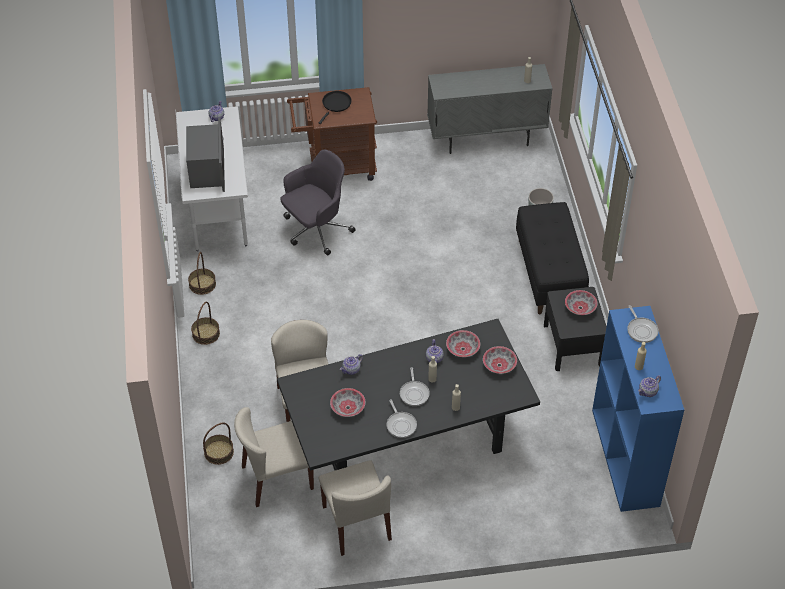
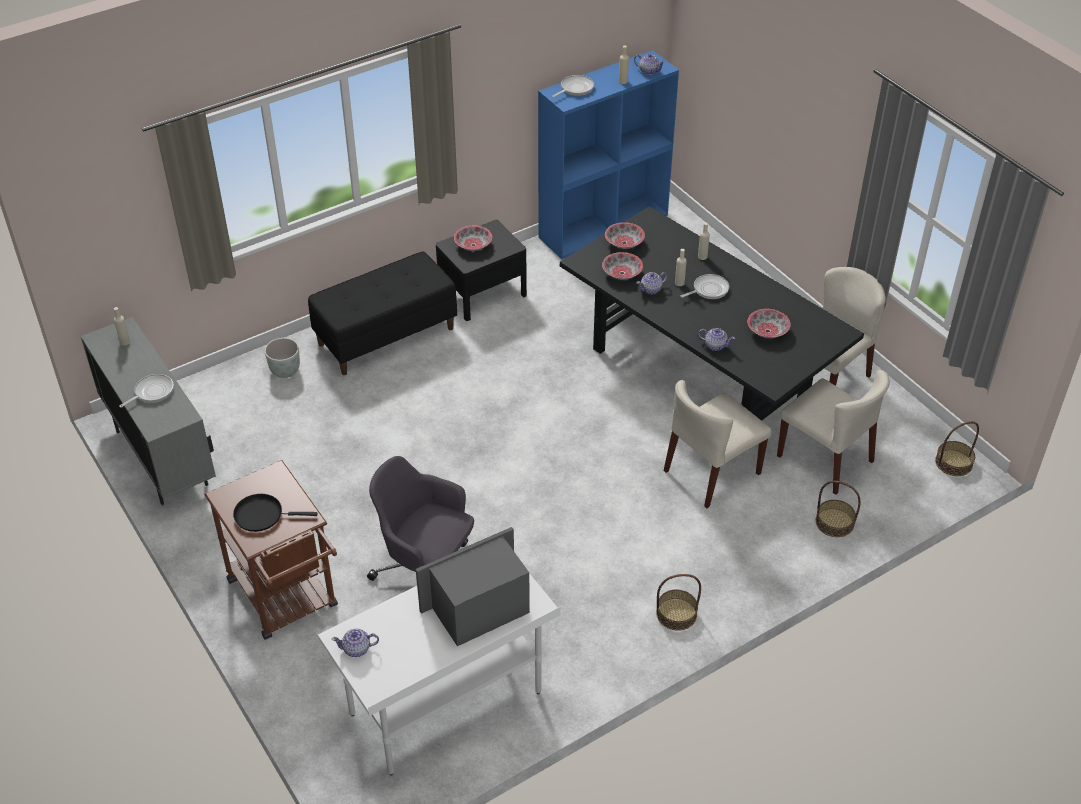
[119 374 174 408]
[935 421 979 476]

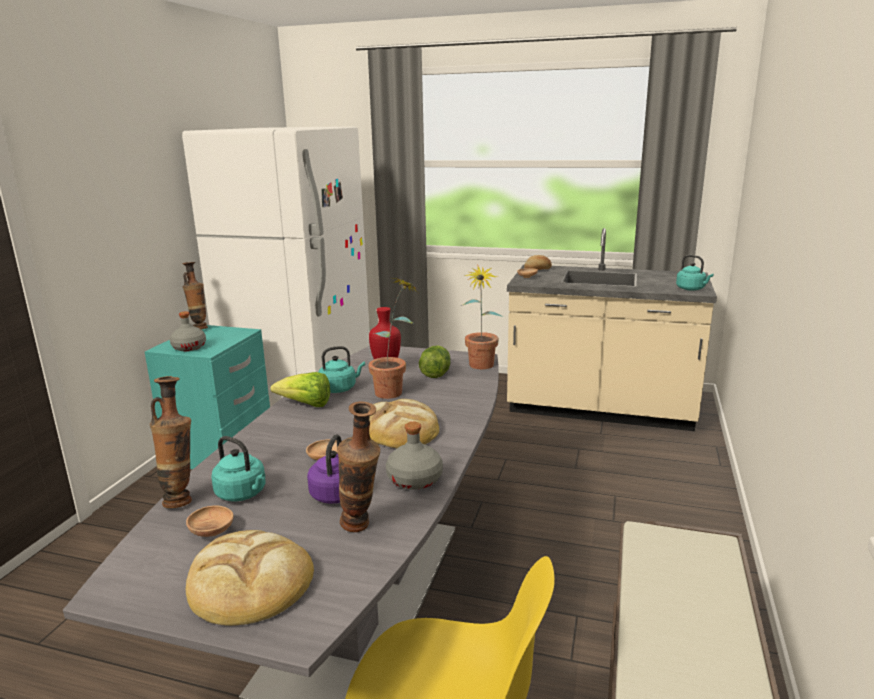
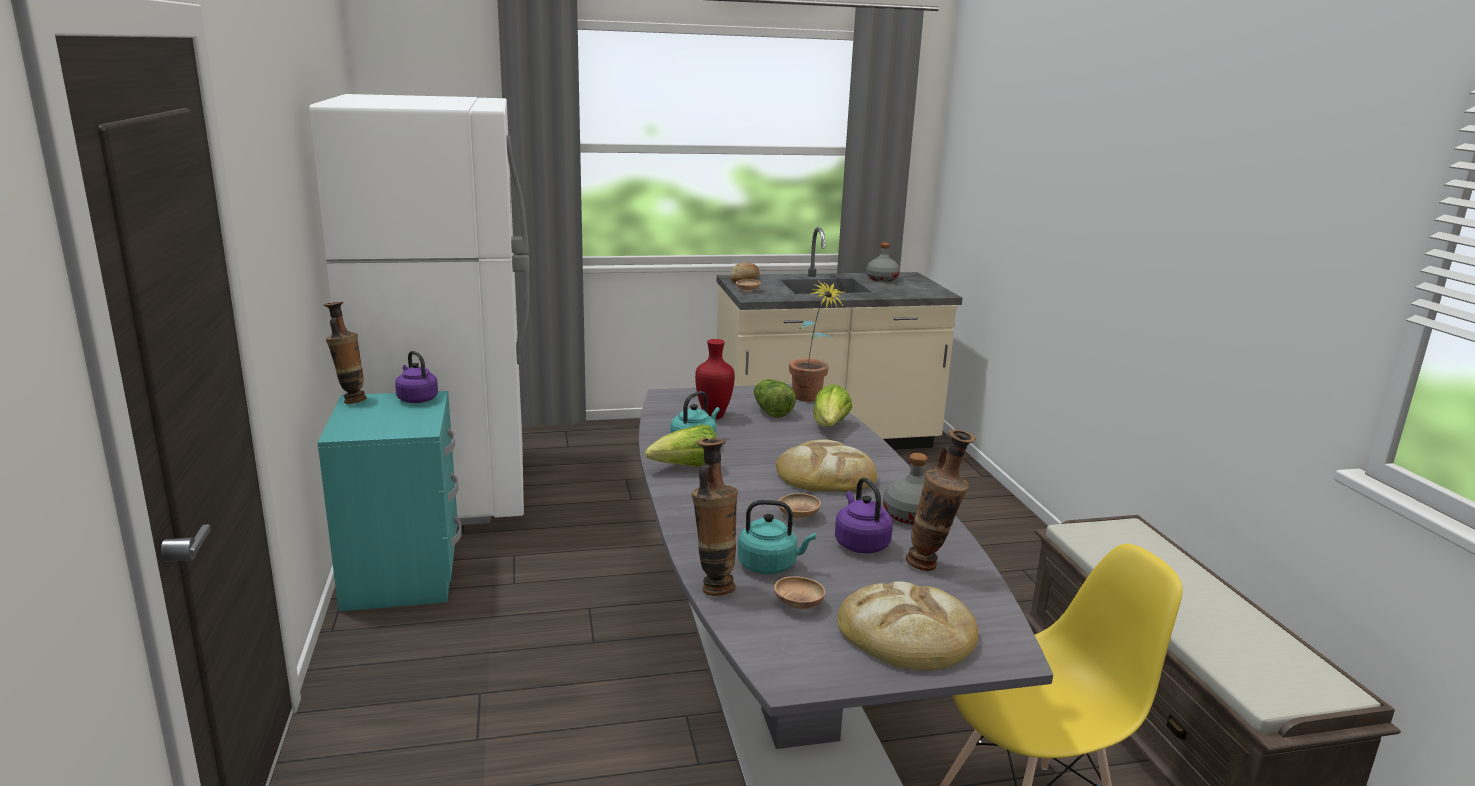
[395 351 438 403]
[813 384 852 427]
[866 242 900 282]
[368 277 418 399] (first image)
[676 255 714 291] (first image)

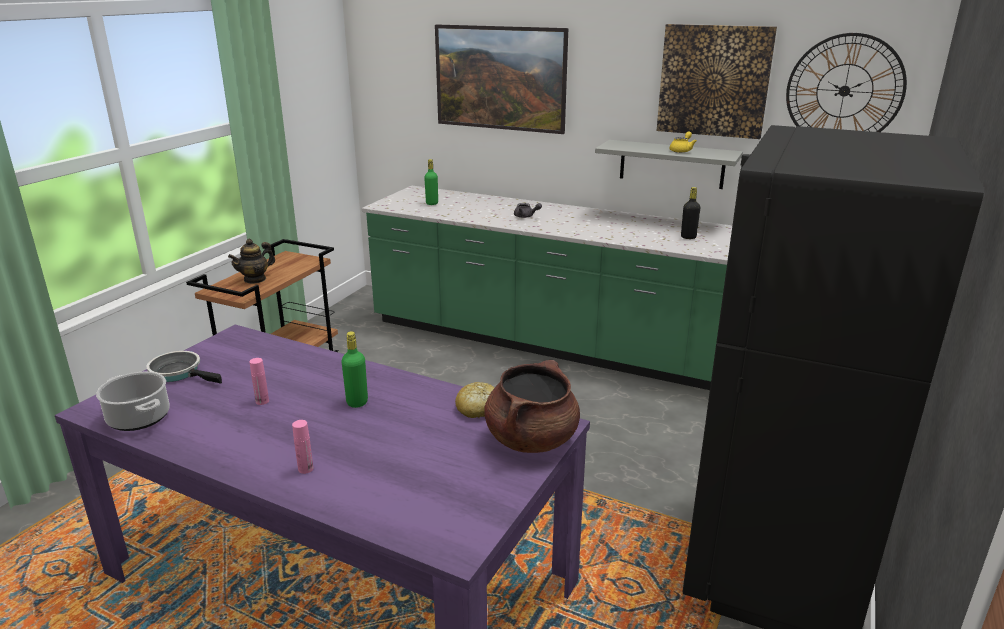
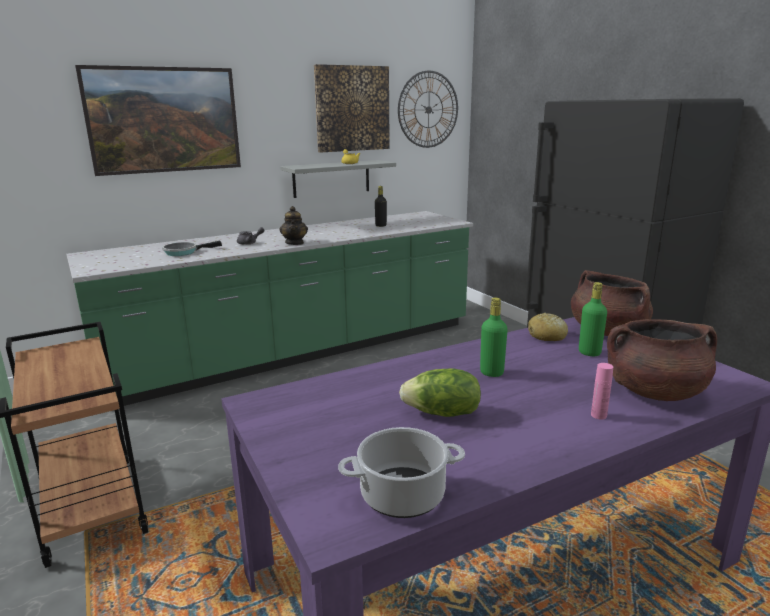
[162 240 222 256]
[280 206 308 245]
[399 369 481 417]
[579 282 607 356]
[607 319 717 401]

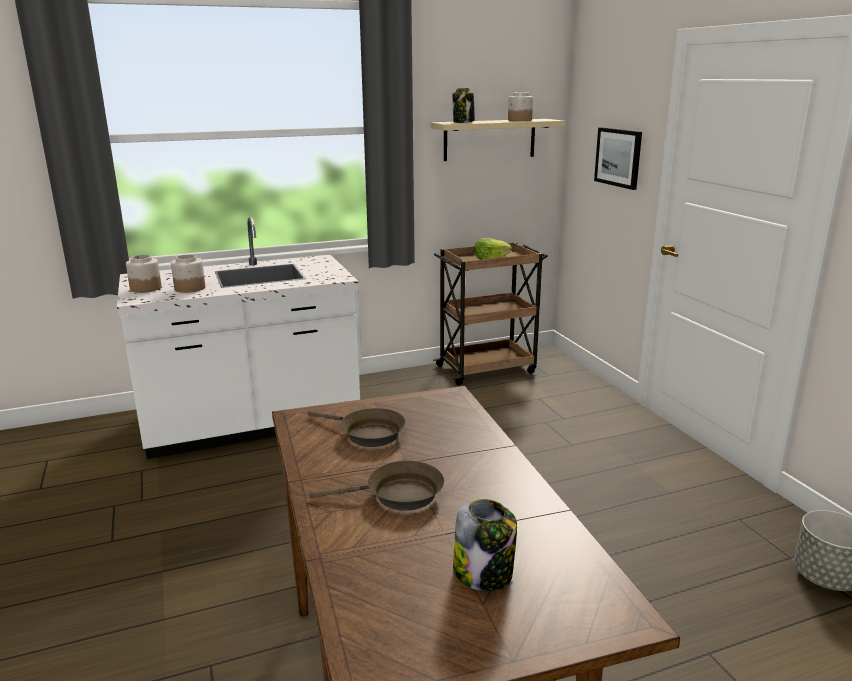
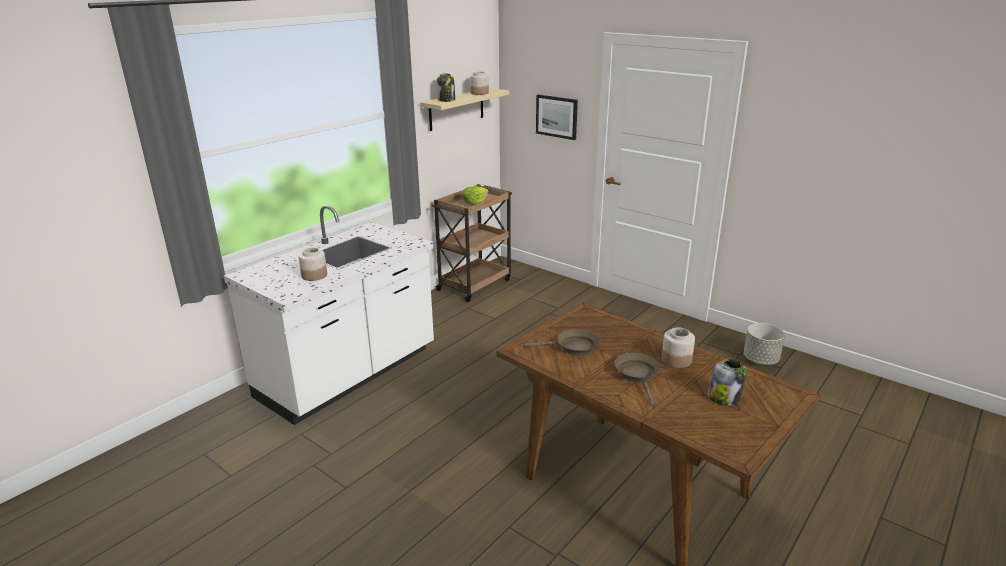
[614 353 660 406]
[662 327 695 368]

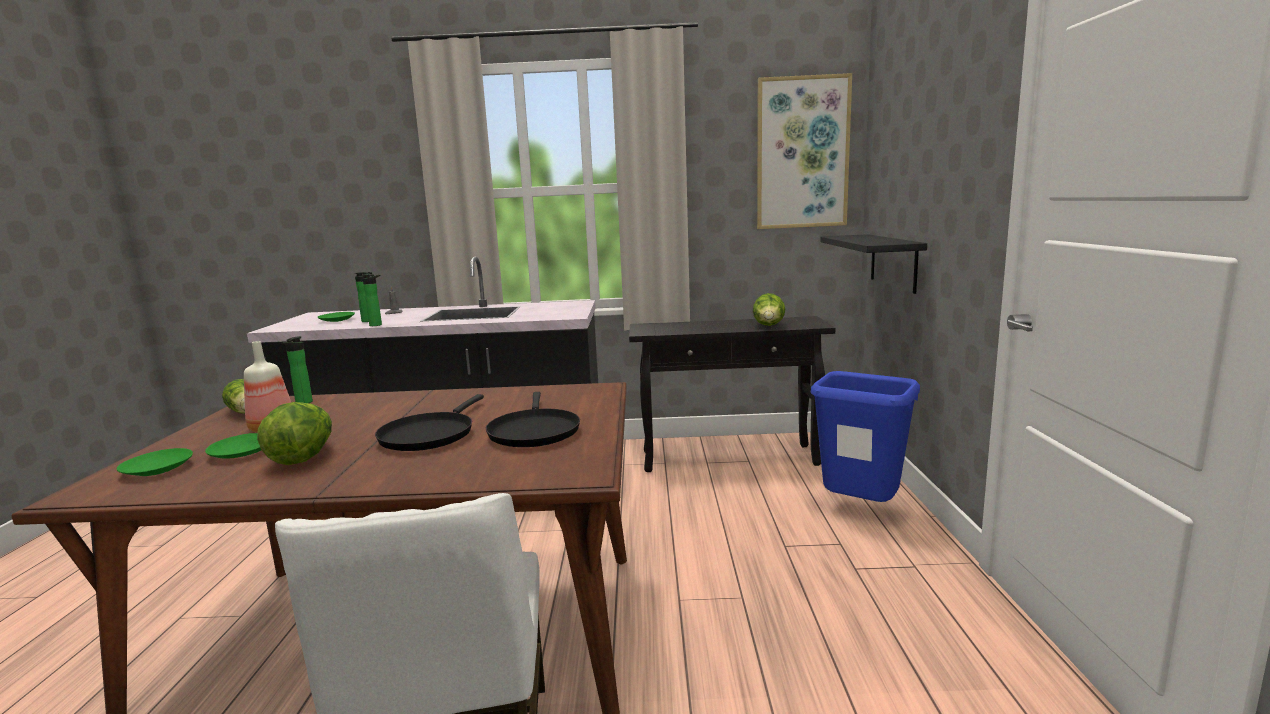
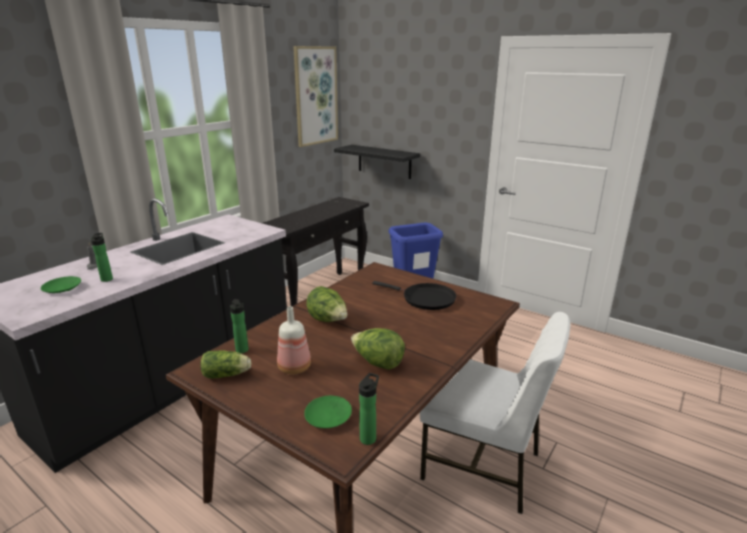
[306 286 347 322]
[359 373 379 445]
[205 433 261 459] (first image)
[375 394 484 451] (first image)

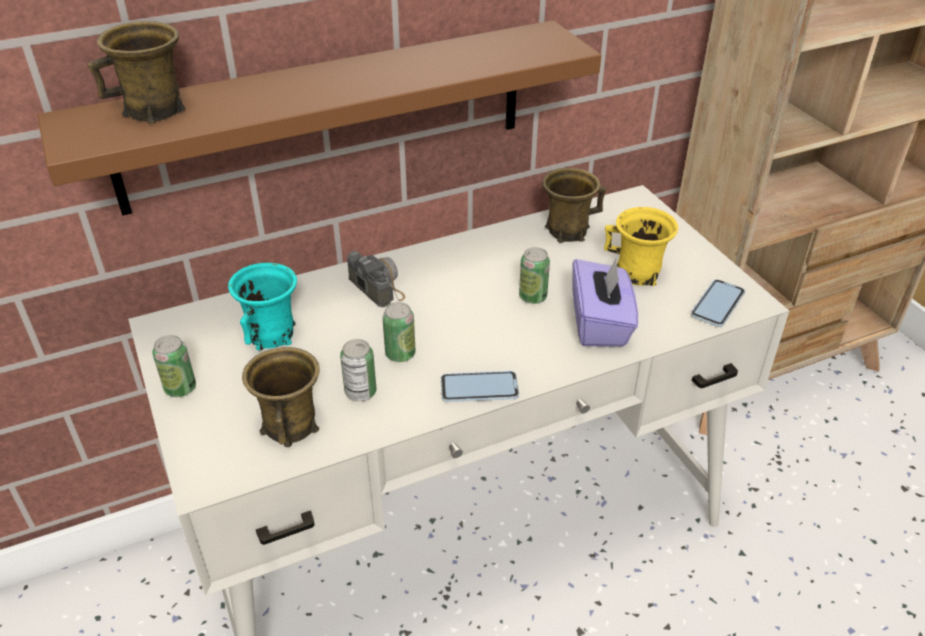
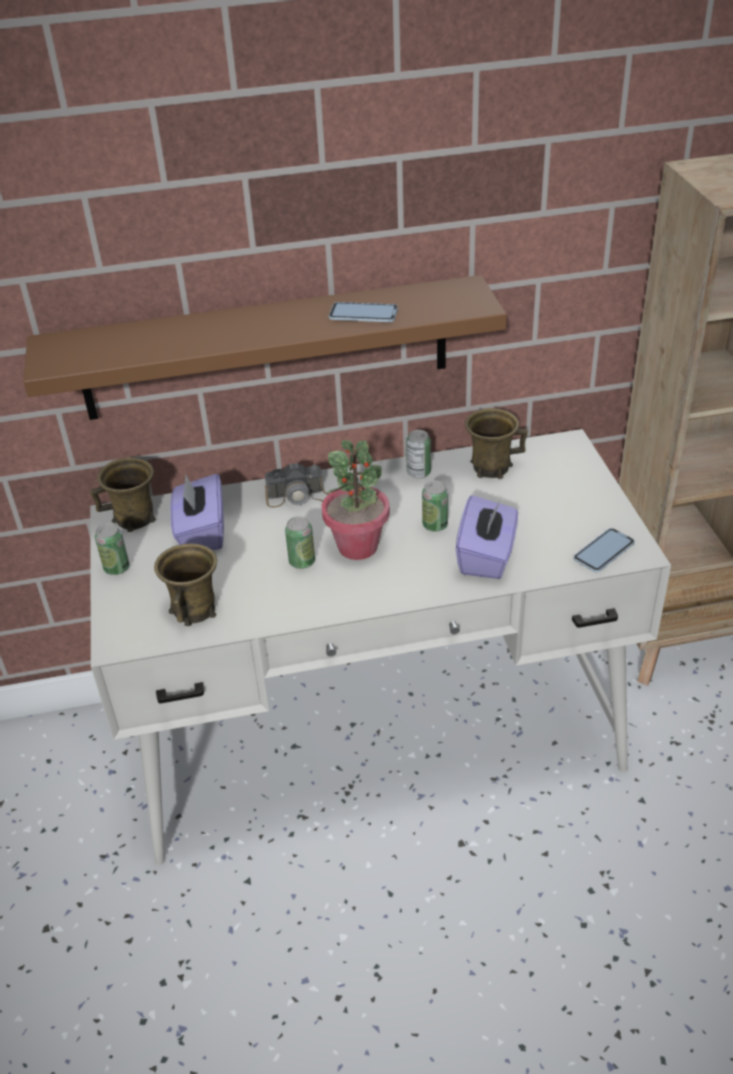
[90 457 156 532]
[170 474 224 550]
[265 462 328 508]
[322 440 390 560]
[329 302 398 322]
[406 430 431 478]
[604 207 678 286] (first image)

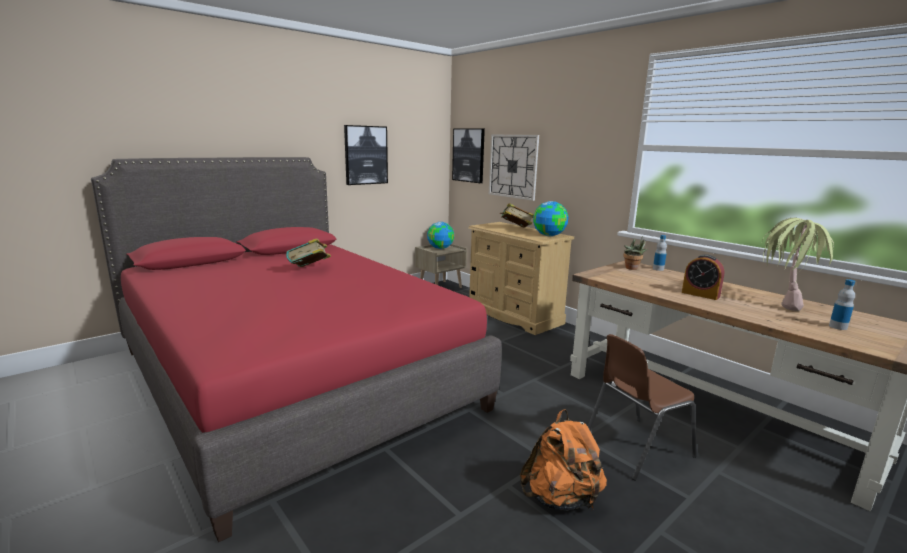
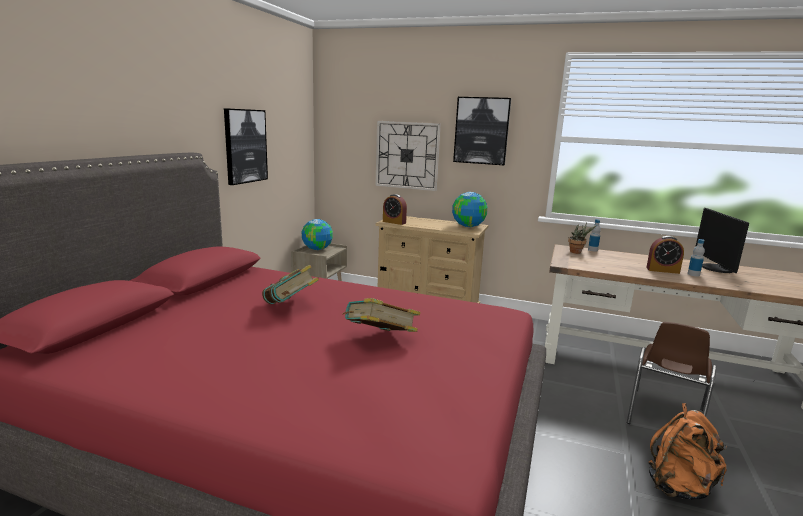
[343 298 420 332]
[383 194 407 225]
[453 97 511 165]
[687 239 705 277]
[695 208 749 273]

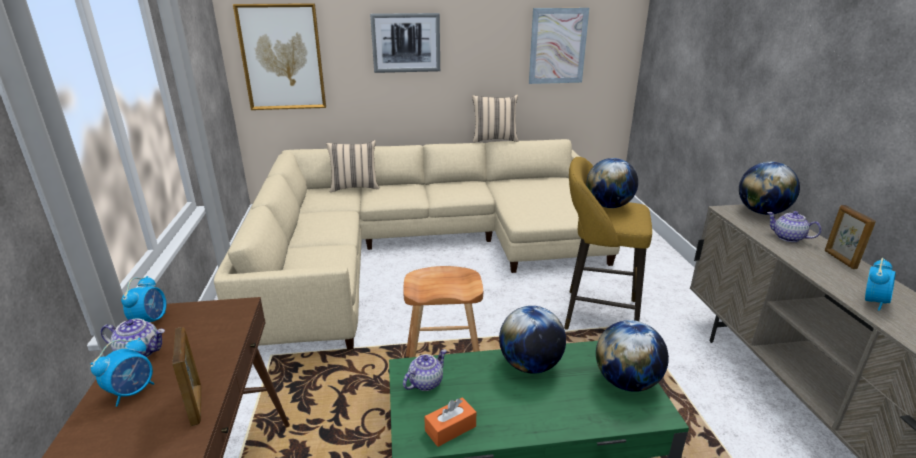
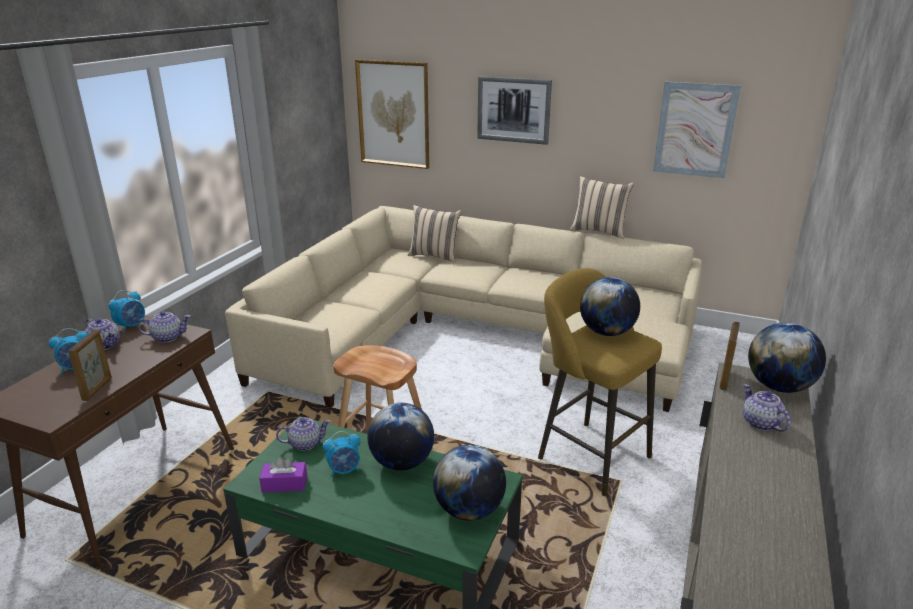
[138 311 190 343]
[259 457 307 493]
[323 431 361 477]
[720 322 740 391]

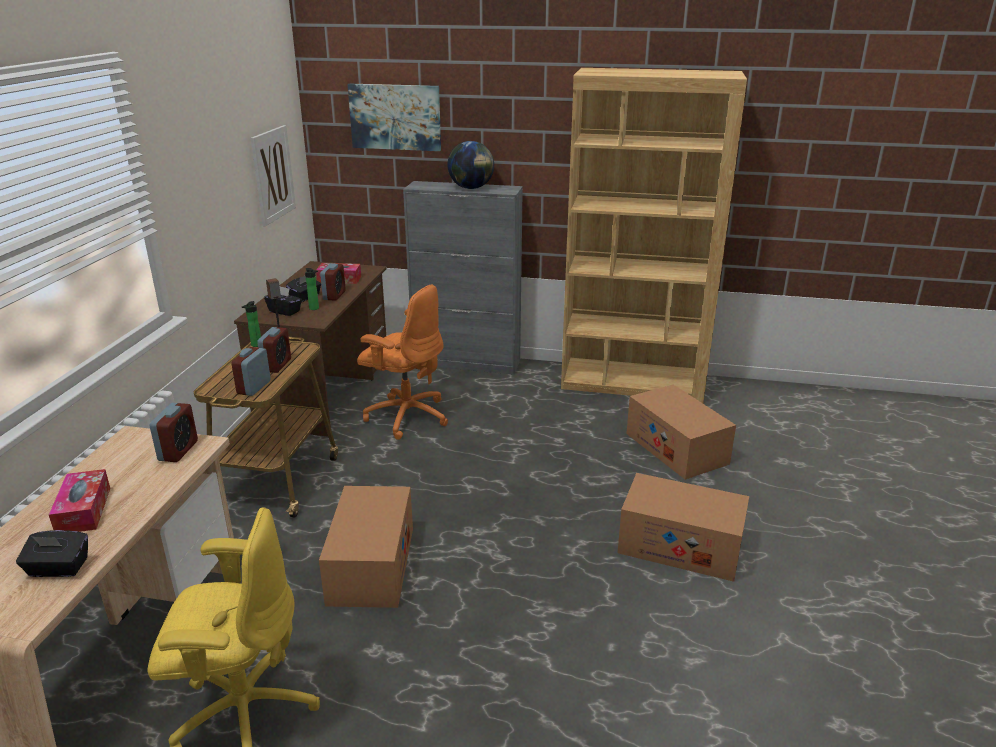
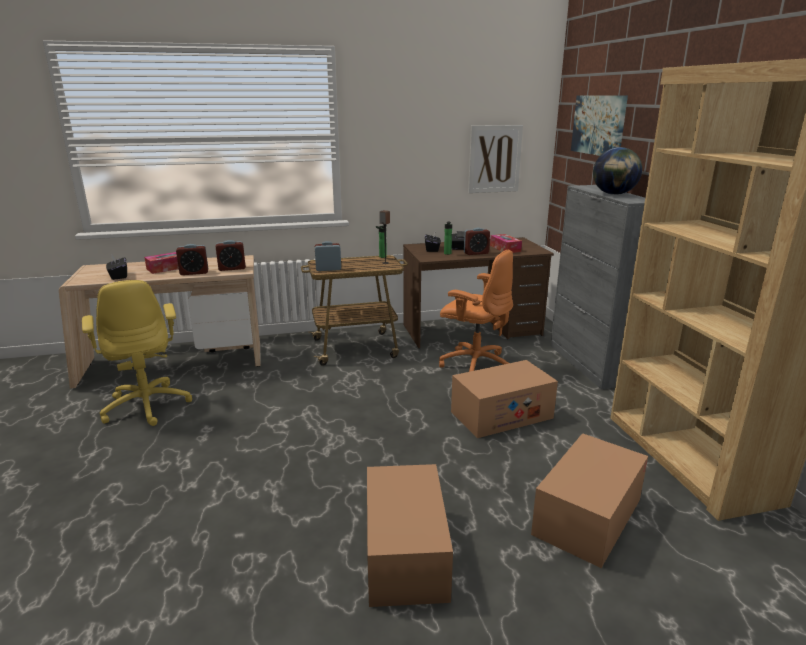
[176 244 208 275]
[439 250 513 372]
[451 360 558 438]

